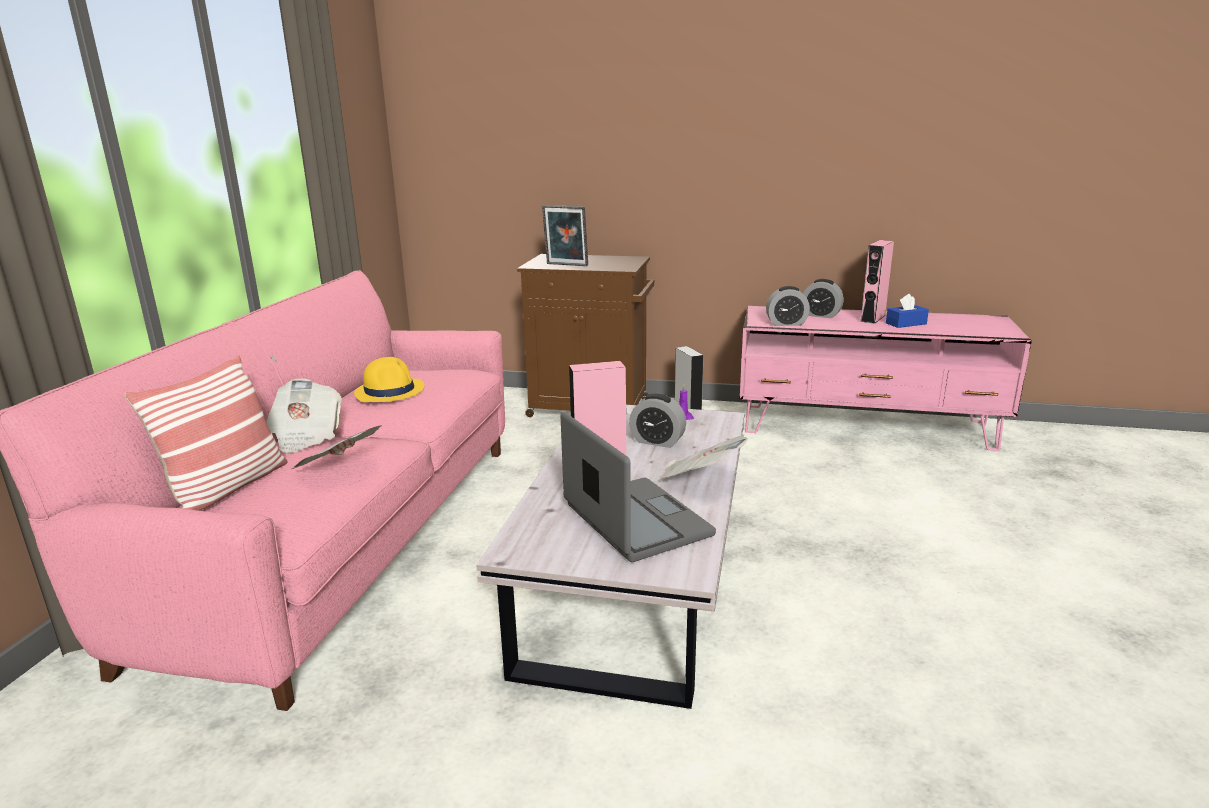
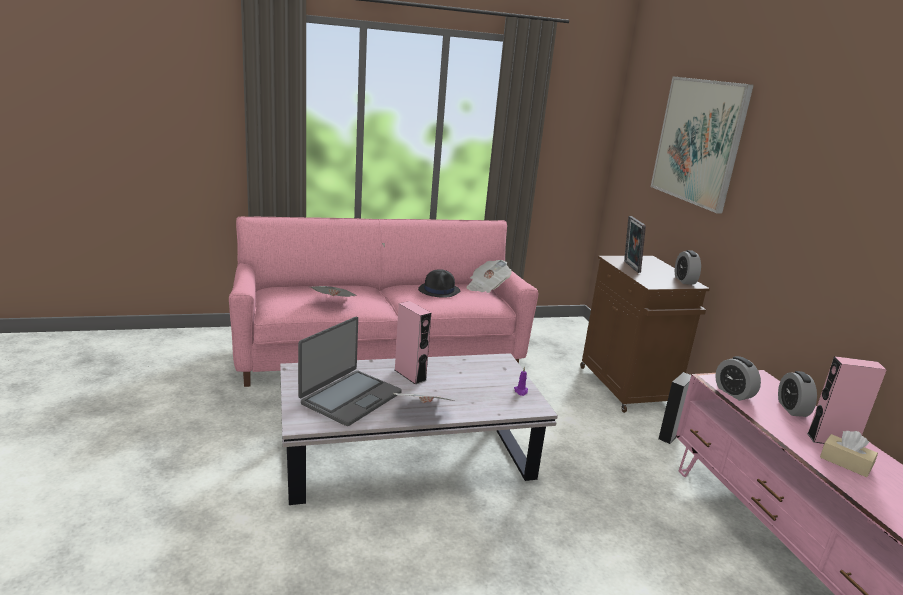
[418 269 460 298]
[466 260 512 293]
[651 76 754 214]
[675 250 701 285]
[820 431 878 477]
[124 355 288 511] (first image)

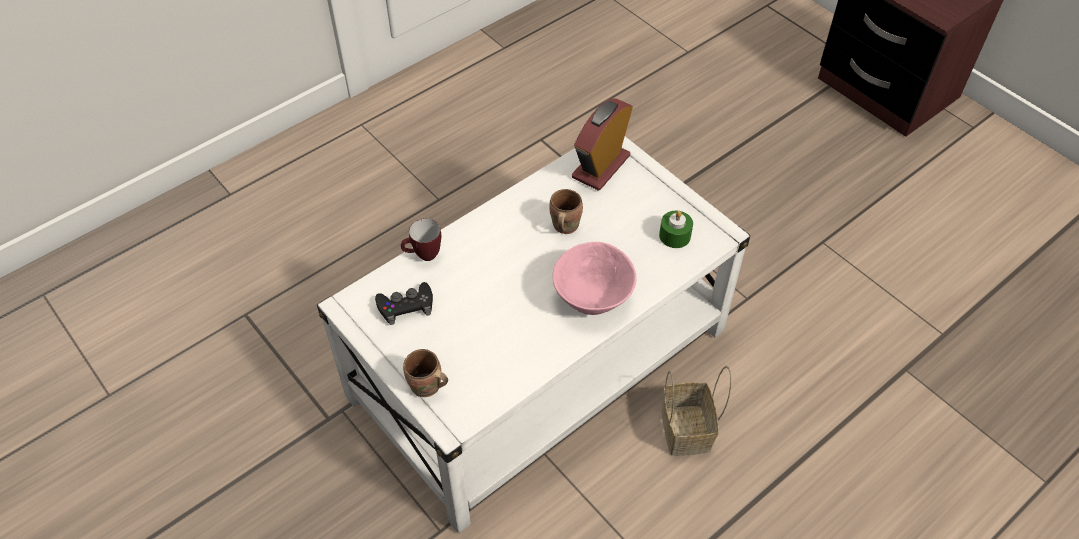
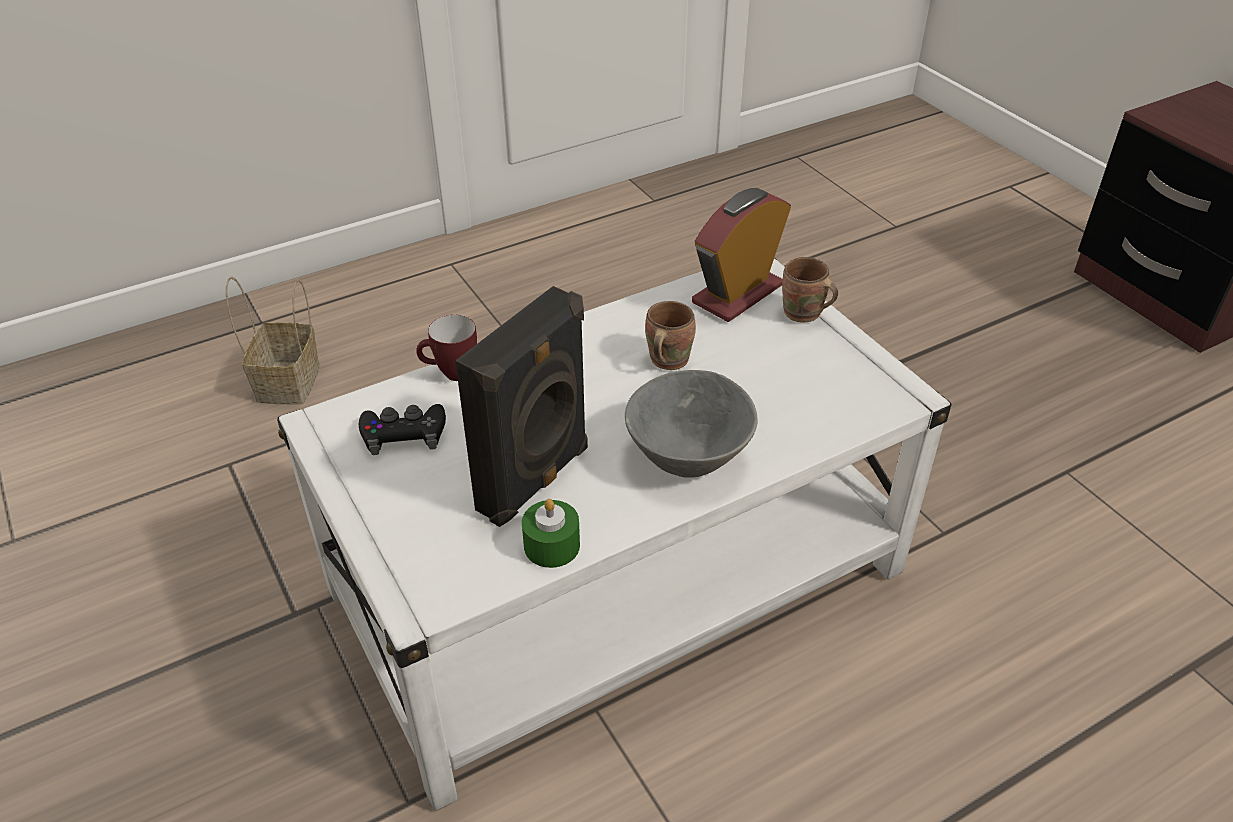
[226 276 320 405]
[455 286 588 527]
[522 499 580 568]
[625 370 758 478]
[782 257 838 322]

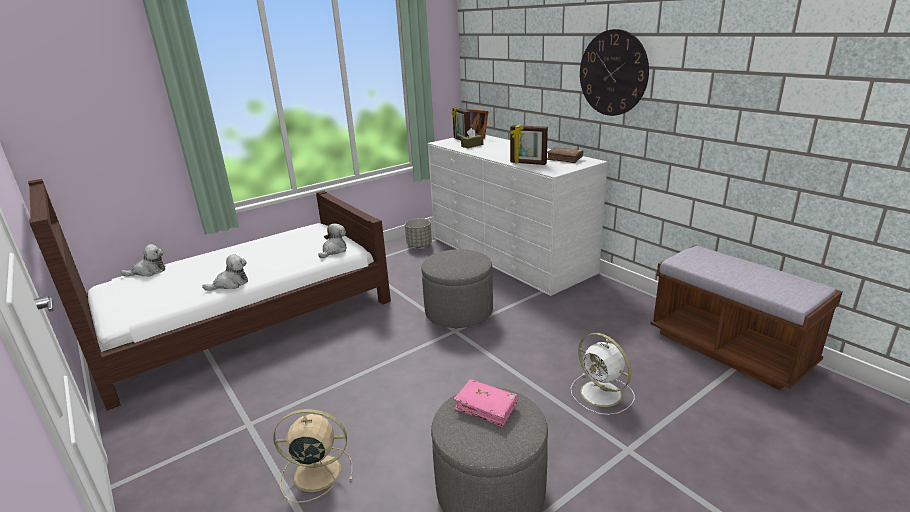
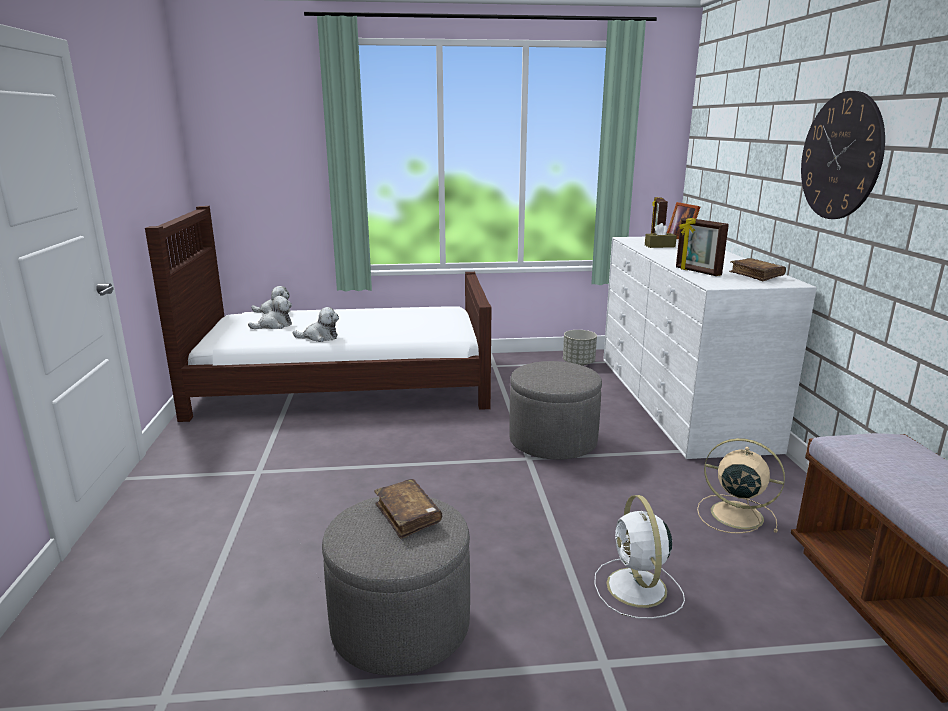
[248 296 292 329]
[374 479 442 539]
[697 438 785 534]

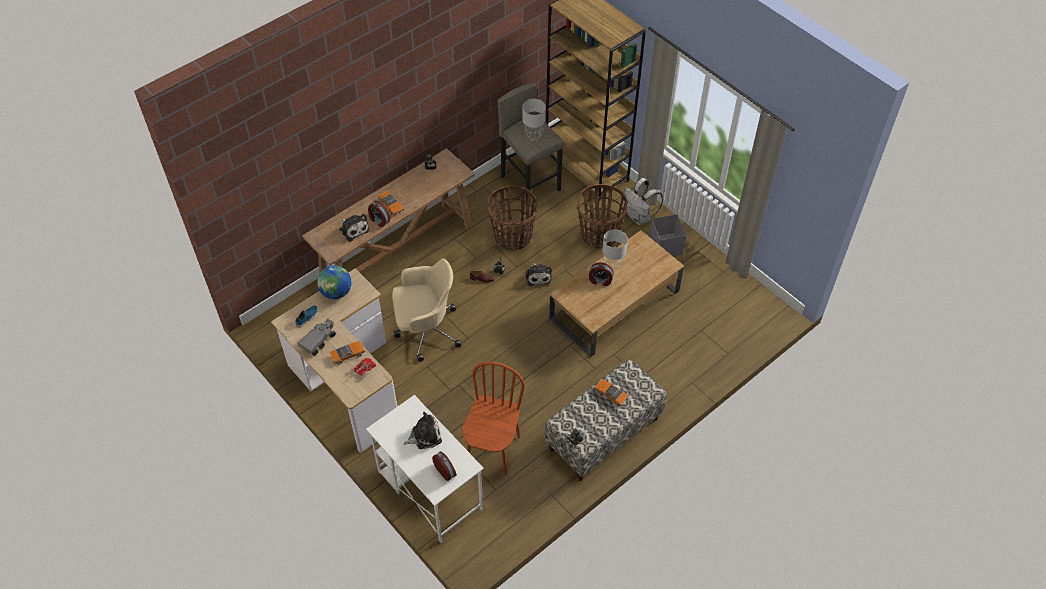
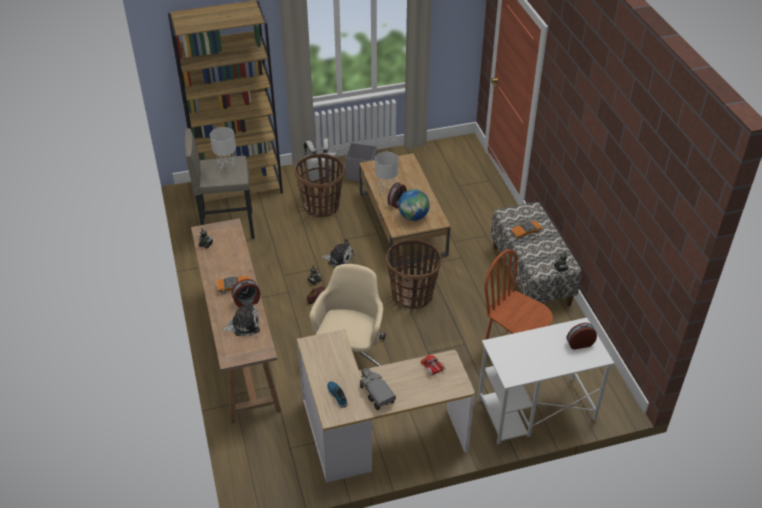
[386 239 441 309]
[398 189 430 221]
[329 341 365 365] (first image)
[404 412 442 449] (first image)

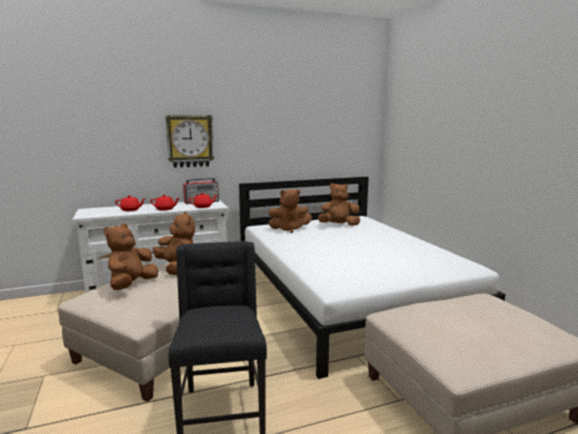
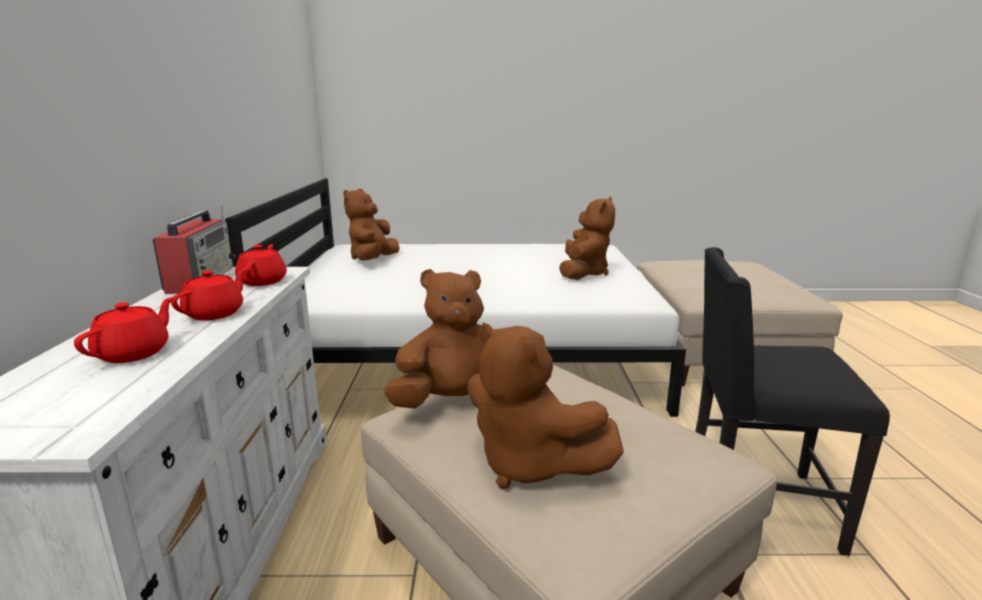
[559 196 615 280]
[165 115 214 168] (first image)

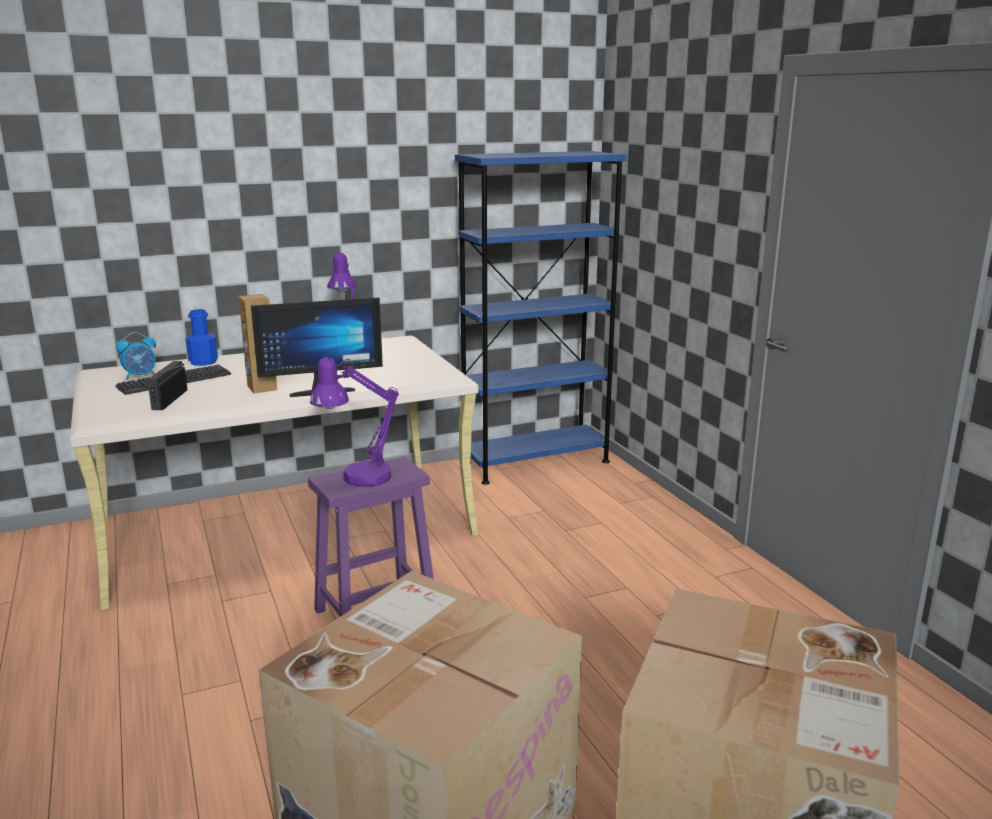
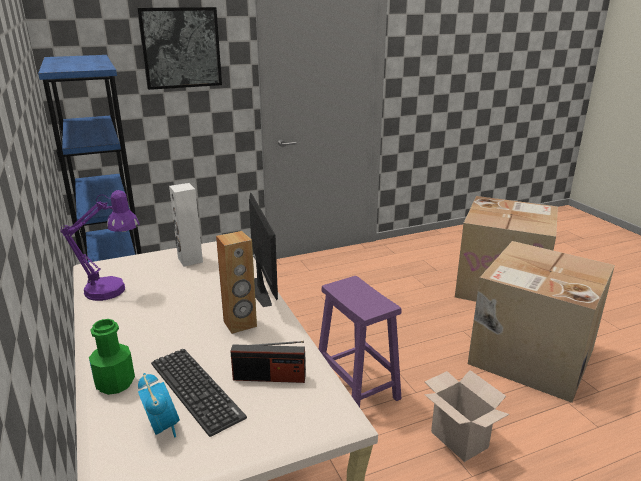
[89 319 135 395]
[137 7 222 90]
[169 183 203 266]
[424 370 509 462]
[310 357 399 487] (first image)

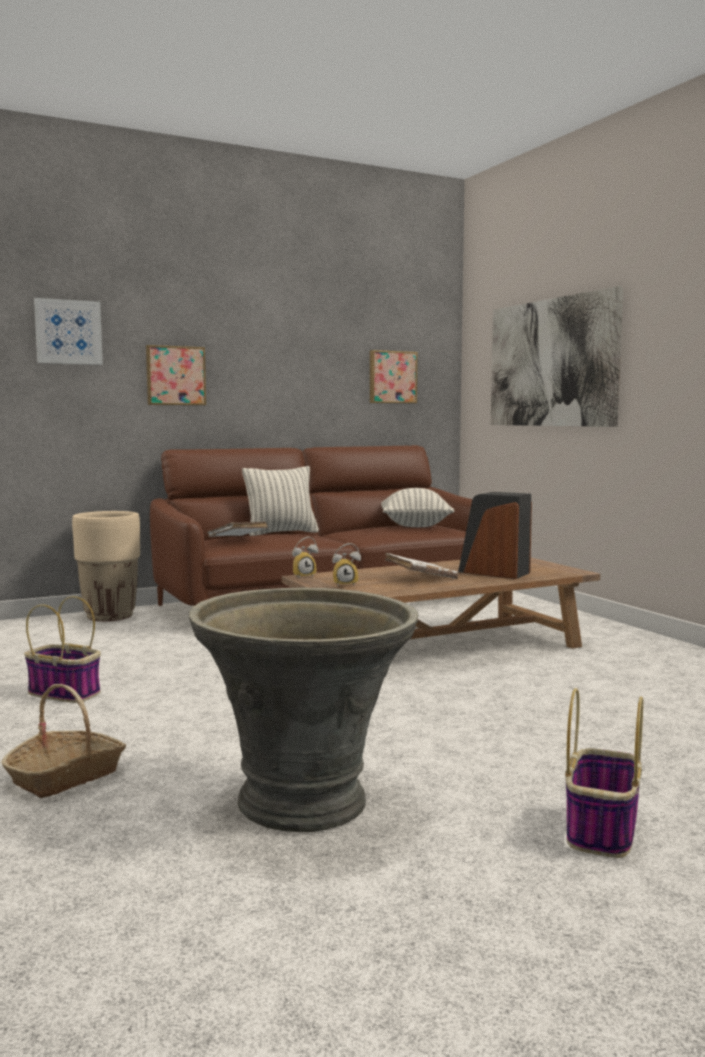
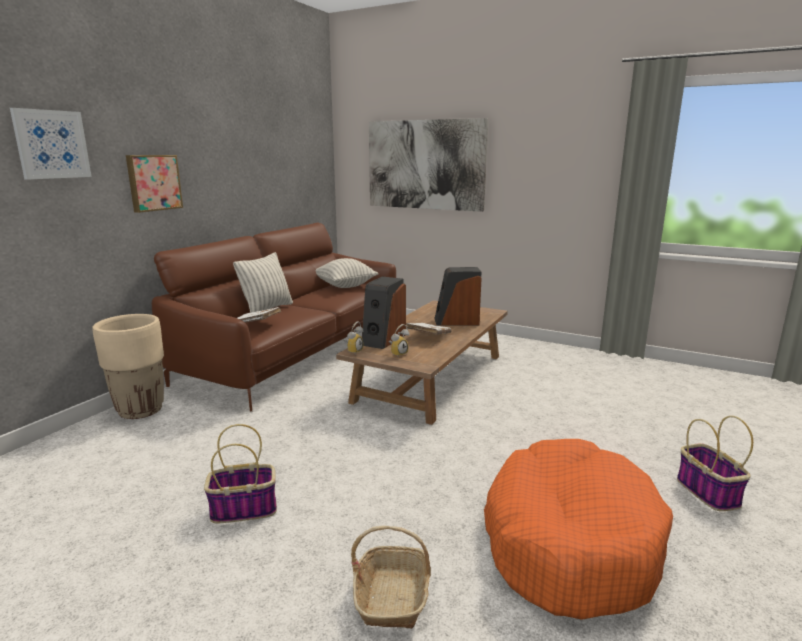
[362 276 406 349]
[484 439 673 620]
[370 350 418 403] (first image)

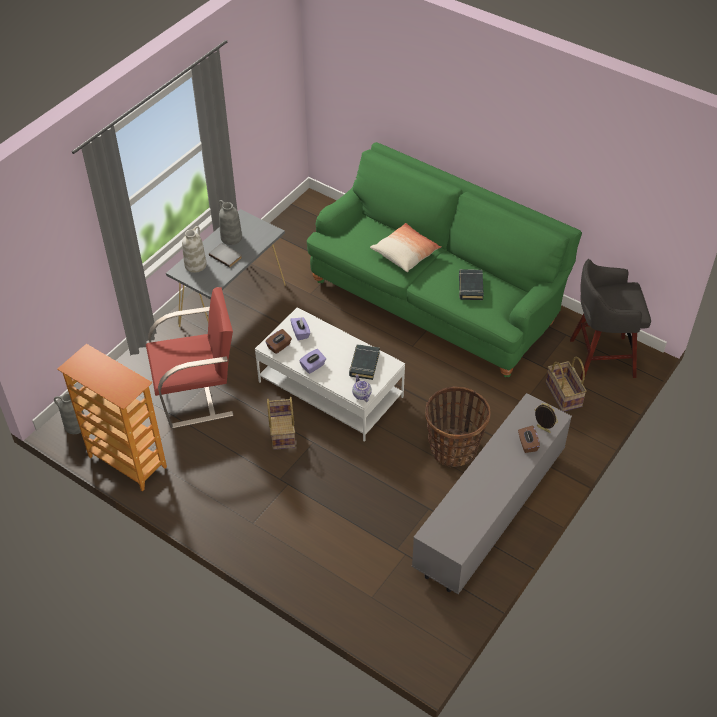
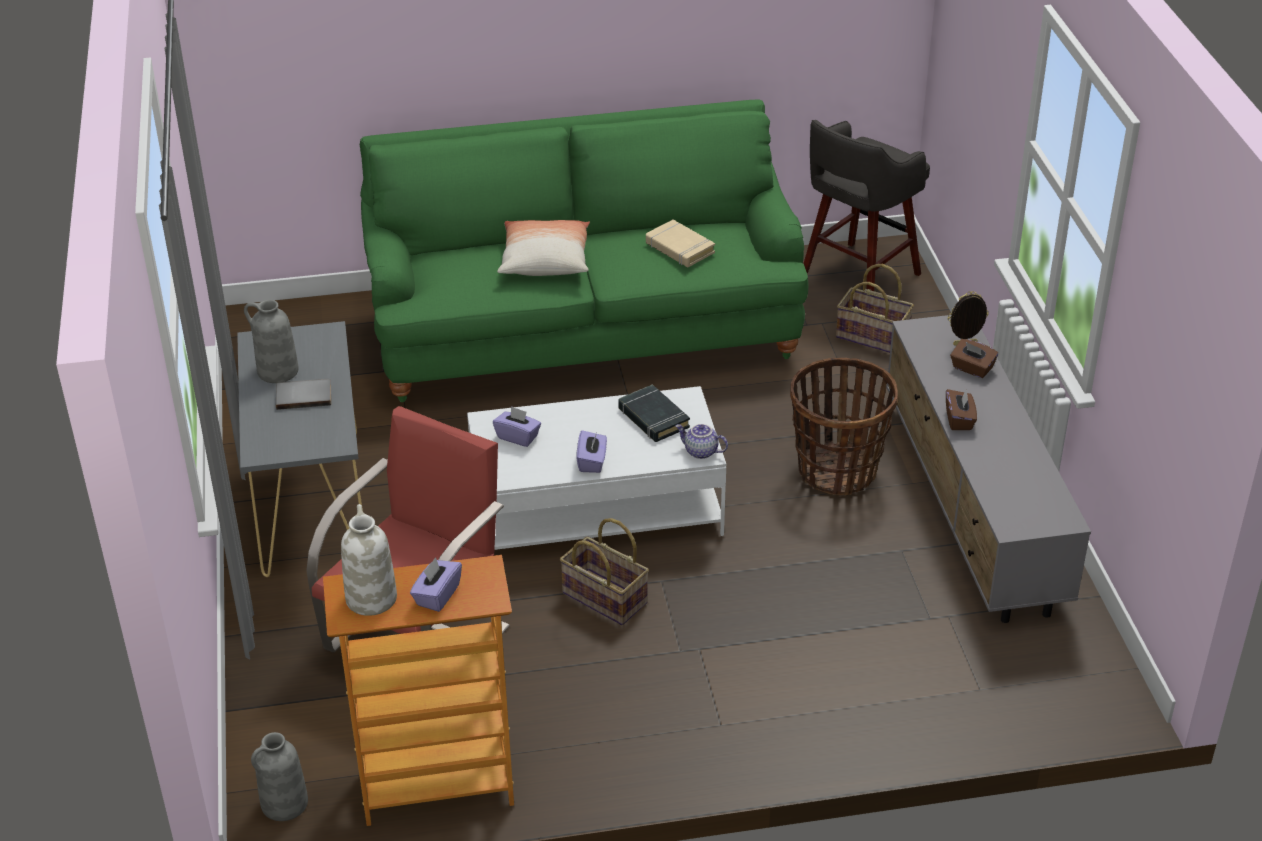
[341 504 397 616]
[410 557 462 612]
[646 220 715 267]
[946 389 977 430]

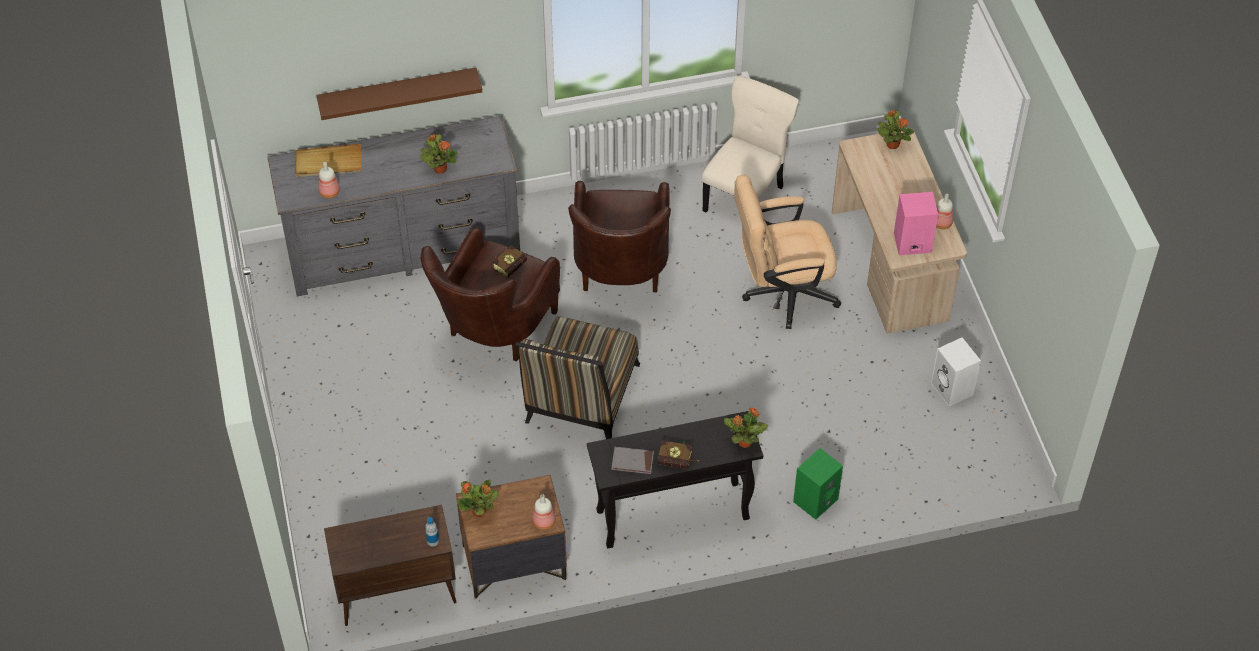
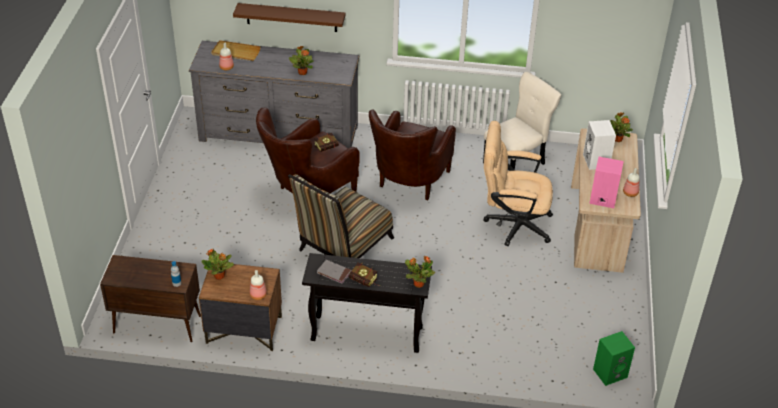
[583 120 616 170]
[593 331 635 386]

